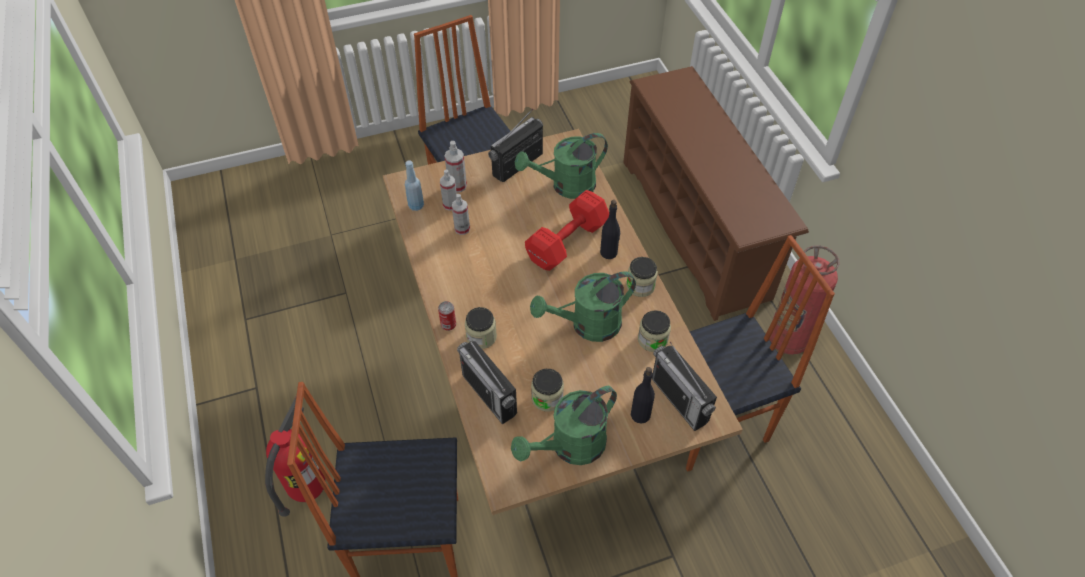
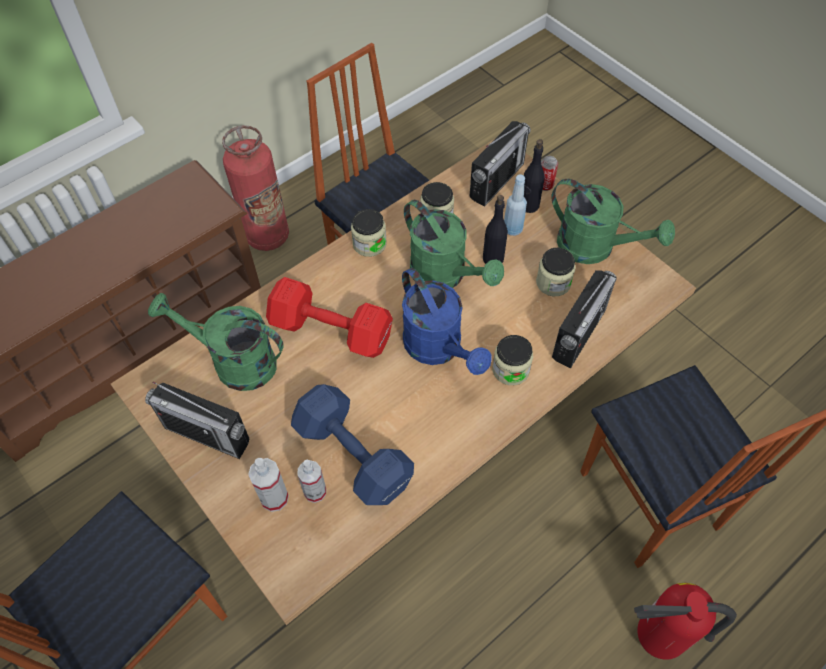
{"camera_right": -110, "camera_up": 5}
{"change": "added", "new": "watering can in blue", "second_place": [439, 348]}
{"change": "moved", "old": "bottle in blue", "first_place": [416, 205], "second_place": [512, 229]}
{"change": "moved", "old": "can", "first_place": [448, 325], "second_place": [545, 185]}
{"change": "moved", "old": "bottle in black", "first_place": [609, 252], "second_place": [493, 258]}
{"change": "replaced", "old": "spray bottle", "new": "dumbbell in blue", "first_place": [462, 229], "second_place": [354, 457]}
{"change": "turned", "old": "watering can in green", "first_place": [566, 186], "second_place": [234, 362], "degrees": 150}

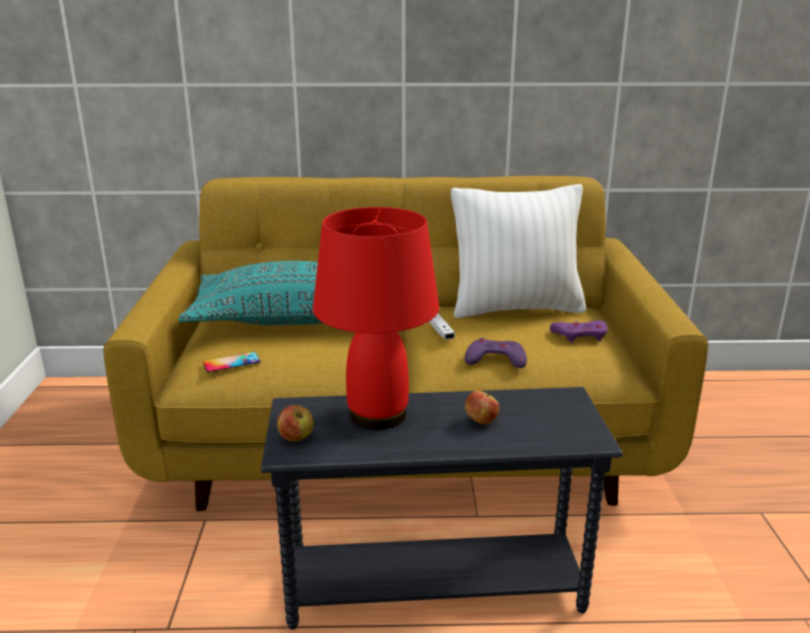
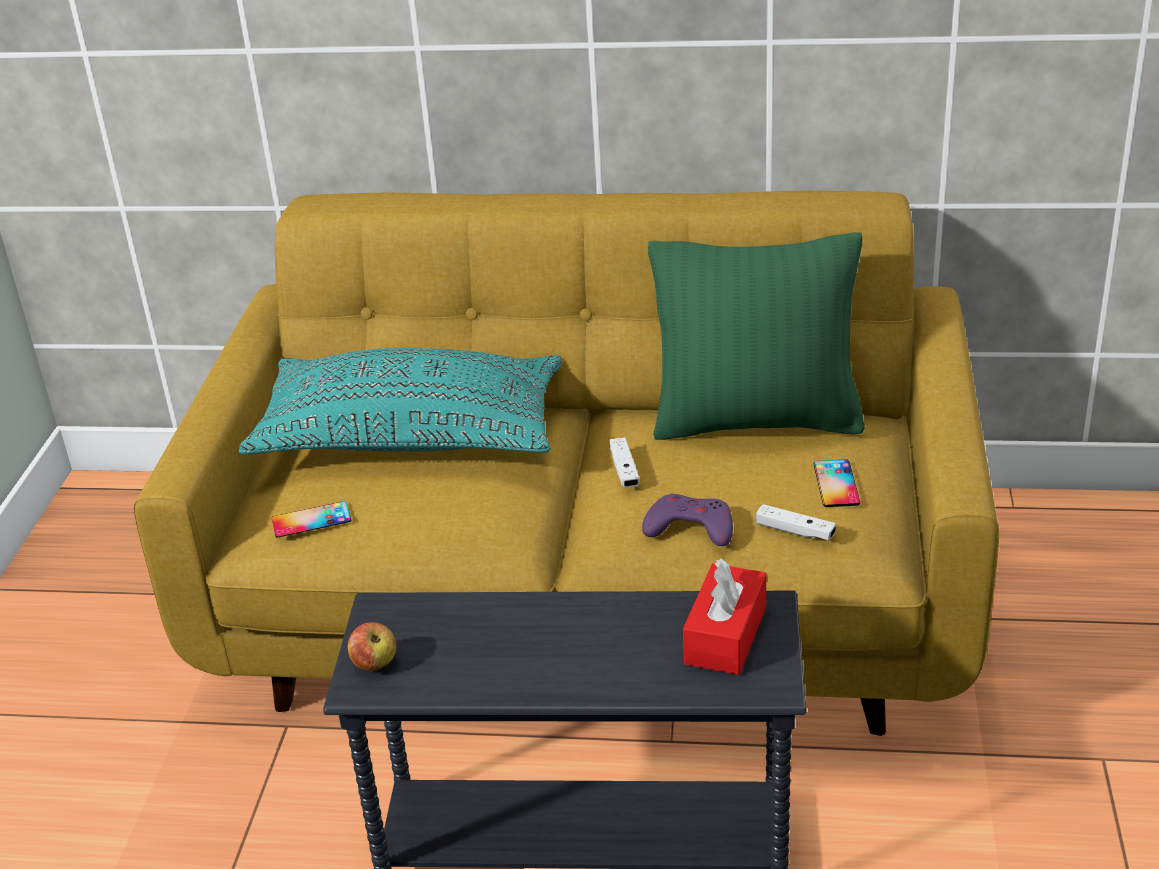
{"camera_right": 10, "camera_up": 10}
{"change": "removed", "old": "table lamp in red", "first_place": [379, 414]}
{"change": "removed", "old": "apple", "first_place": [481, 421]}
{"change": "added", "new": "tissue box in red", "second_place": [725, 635]}
{"change": "added", "new": "game controller in white", "second_place": [795, 531]}
{"change": "replaced", "old": "game controller in purple", "new": "phone", "first_place": [580, 335], "second_place": [836, 484]}
{"change": "recoloured", "old": "pillow in white", "new": "pillow in green", "first_place": [516, 308], "second_place": [756, 421]}

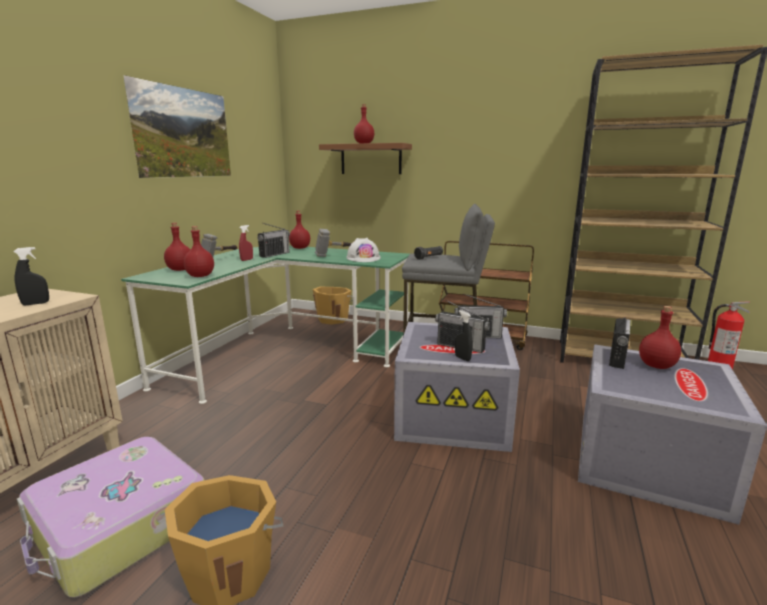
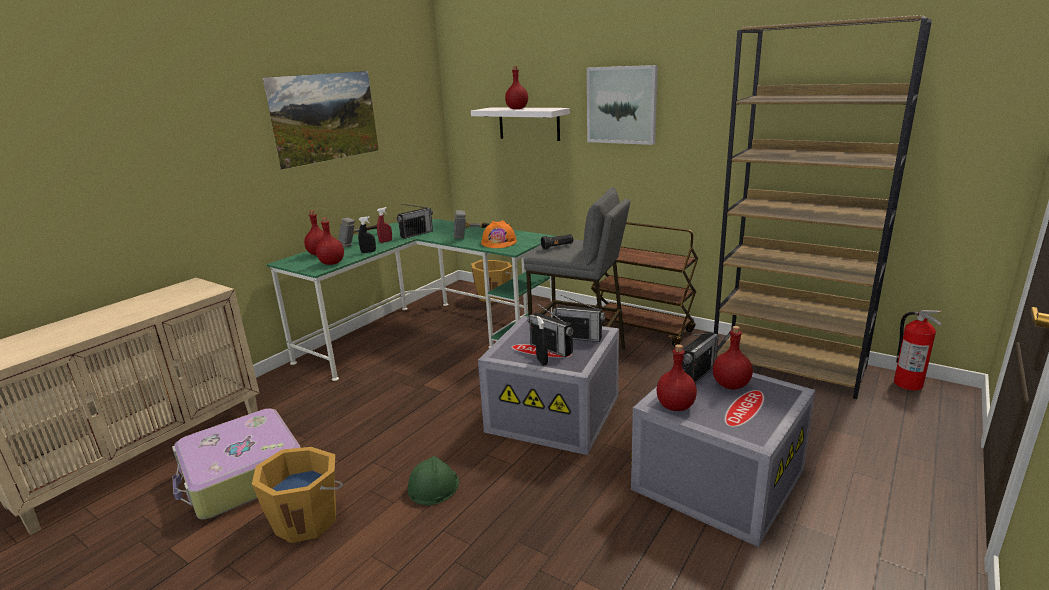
{"camera_right": 15, "camera_up": 5}
{"change": "added", "new": "hard hat in green", "second_place": [433, 486]}
{"change": "added", "new": "picture", "second_place": [621, 105]}
{"change": "moved", "old": "spray bottle in black", "first_place": [36, 303], "second_place": [368, 252]}
{"change": "moved", "old": "bottle in red", "first_place": [300, 248], "second_place": [675, 406]}
{"change": "recoloured", "old": "shelf in brown", "new": "shelf in white", "first_place": [371, 159], "second_place": [529, 123]}
{"change": "recoloured", "old": "hard hat in white", "new": "hard hat in orange", "first_place": [363, 258], "second_place": [499, 242]}

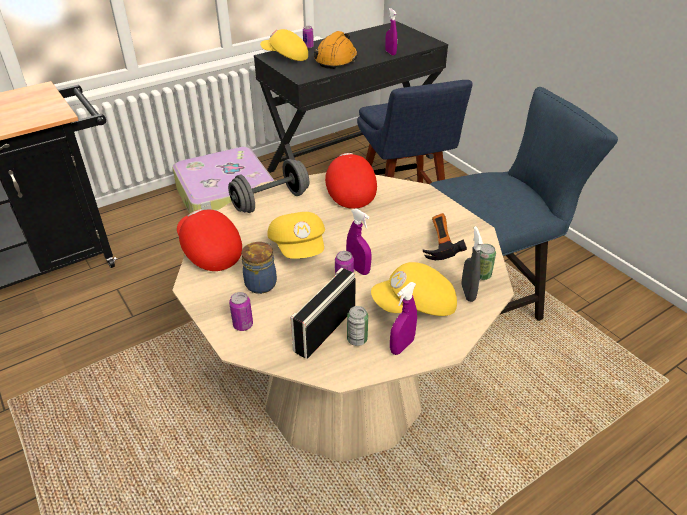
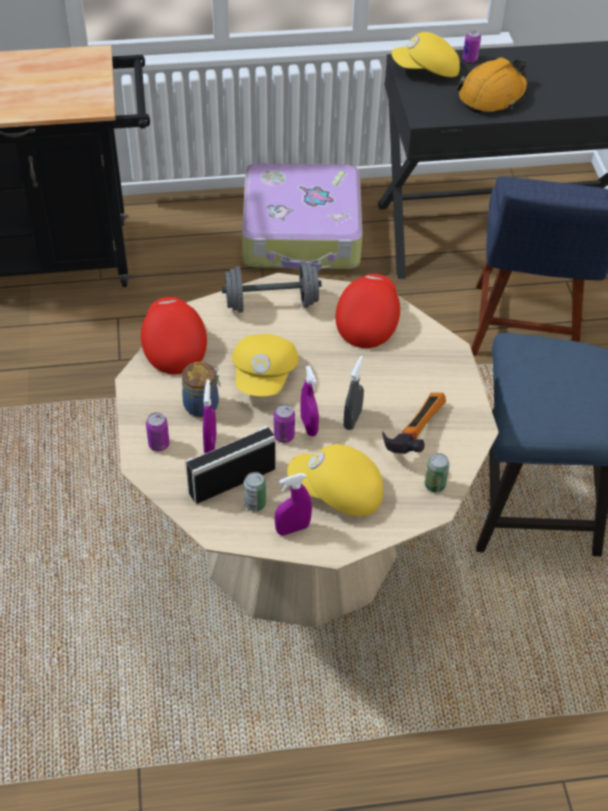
{"camera_right": 25, "camera_up": 10}
{"change": "moved", "old": "spray bottle in purple", "first_place": [390, 53], "second_place": [210, 444]}
{"change": "moved", "old": "spray bottle in grey", "first_place": [468, 293], "second_place": [352, 419]}
{"change": "turned", "old": "cap in yellow", "first_place": [285, 57], "second_place": [426, 70], "degrees": -45}

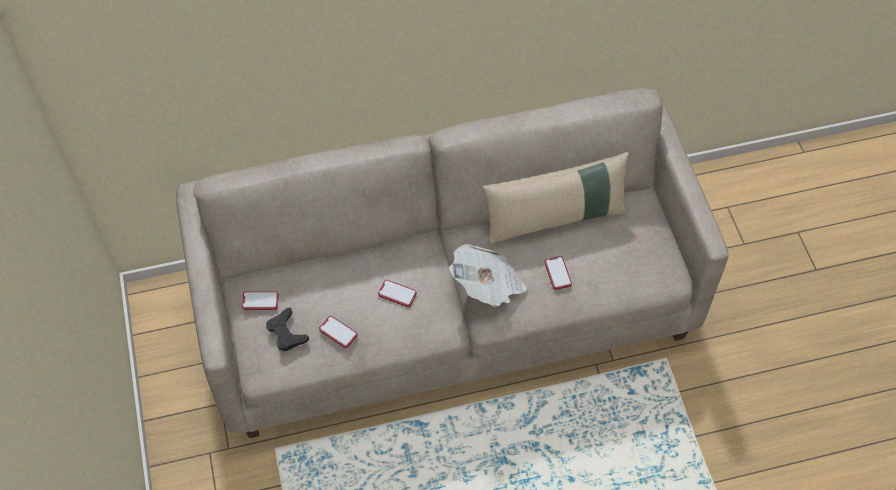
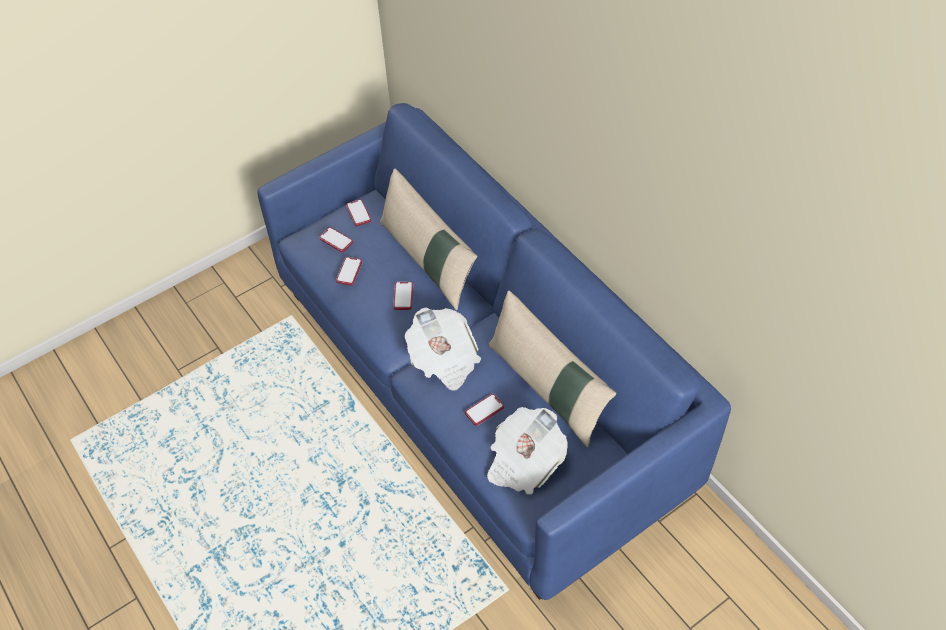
{"camera_right": 70, "camera_up": -5}
{"change": "added", "new": "pillow in beige", "second_place": [428, 260]}
{"change": "added", "new": "newspaper", "second_place": [524, 461]}
{"change": "replaced", "old": "game controller in black", "new": "phone", "first_place": [286, 333], "second_place": [336, 240]}
{"change": "recoloured", "old": "sofa in beige", "new": "sofa in blue", "first_place": [448, 307], "second_place": [477, 385]}

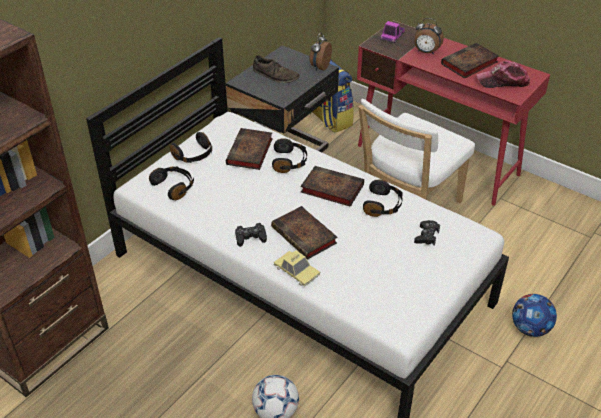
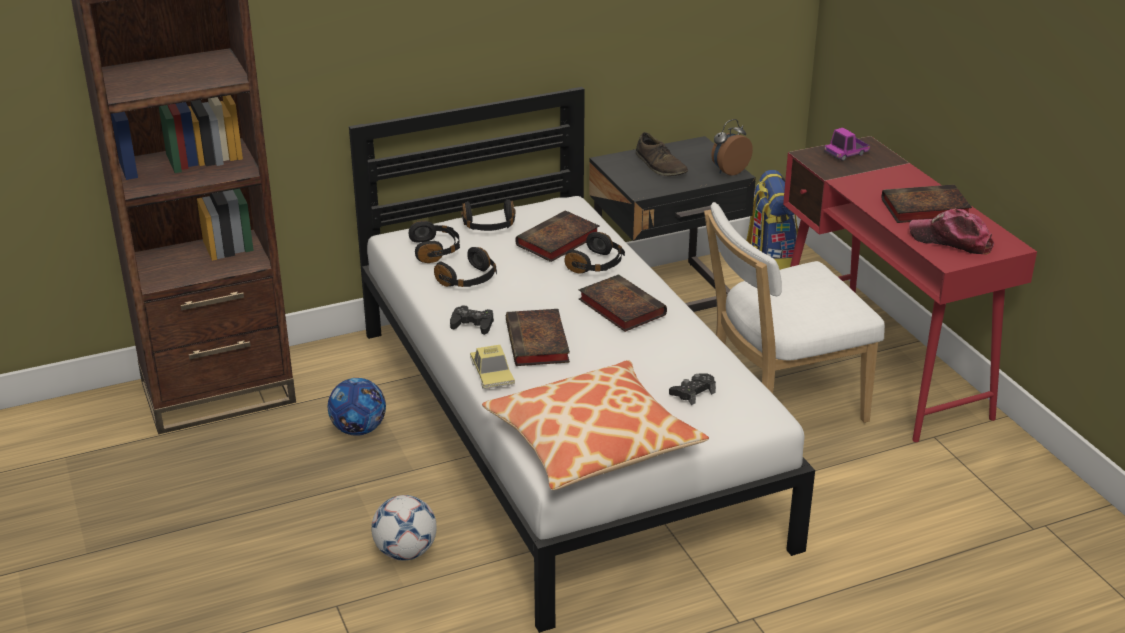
{"camera_right": 30, "camera_up": -10}
{"change": "removed", "old": "alarm clock", "first_place": [426, 52]}
{"change": "added", "new": "pillow", "second_place": [592, 442]}
{"change": "moved", "old": "headphones in black", "first_place": [383, 205], "second_place": [469, 280]}
{"change": "moved", "old": "football", "first_place": [530, 328], "second_place": [359, 429]}

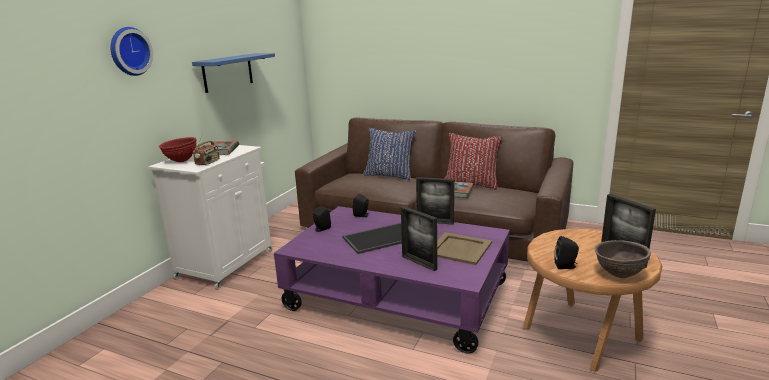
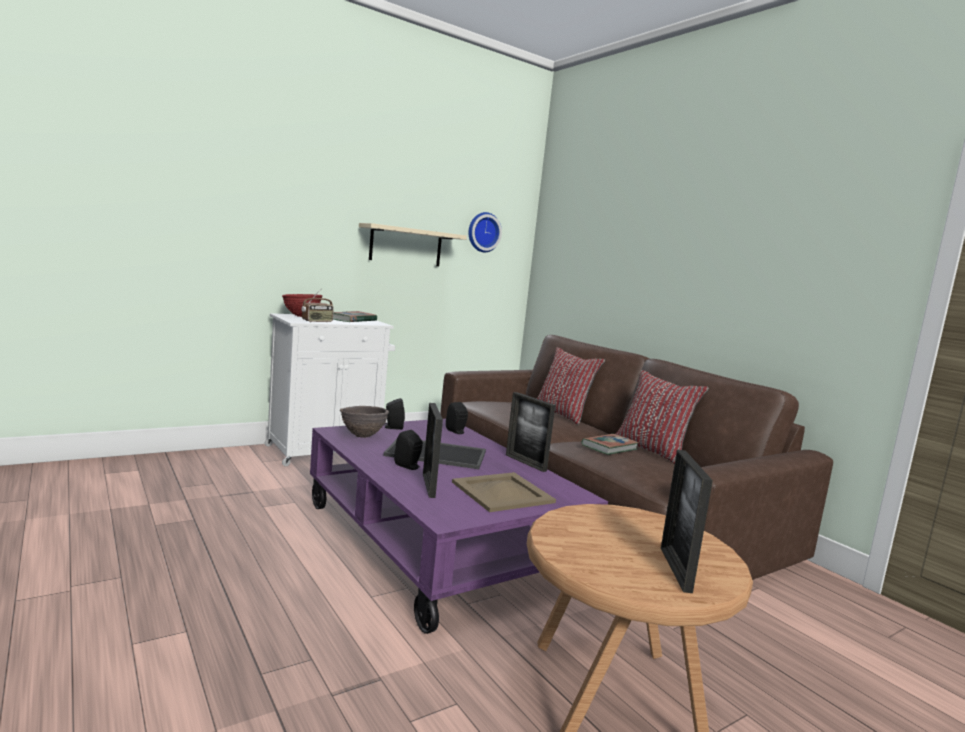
{"camera_right": 30, "camera_up": -10}
{"change": "moved", "old": "wall clock", "first_place": [129, 51], "second_place": [483, 232]}
{"change": "moved", "old": "speaker in black", "first_place": [566, 266], "second_place": [408, 466]}
{"change": "moved", "old": "bowl in brown", "first_place": [619, 275], "second_place": [363, 436]}
{"change": "recoloured", "old": "shelf in blue", "new": "shelf in beige", "first_place": [228, 72], "second_place": [406, 246]}
{"change": "recoloured", "old": "pillow in blue", "new": "pillow in red", "first_place": [389, 175], "second_place": [563, 414]}

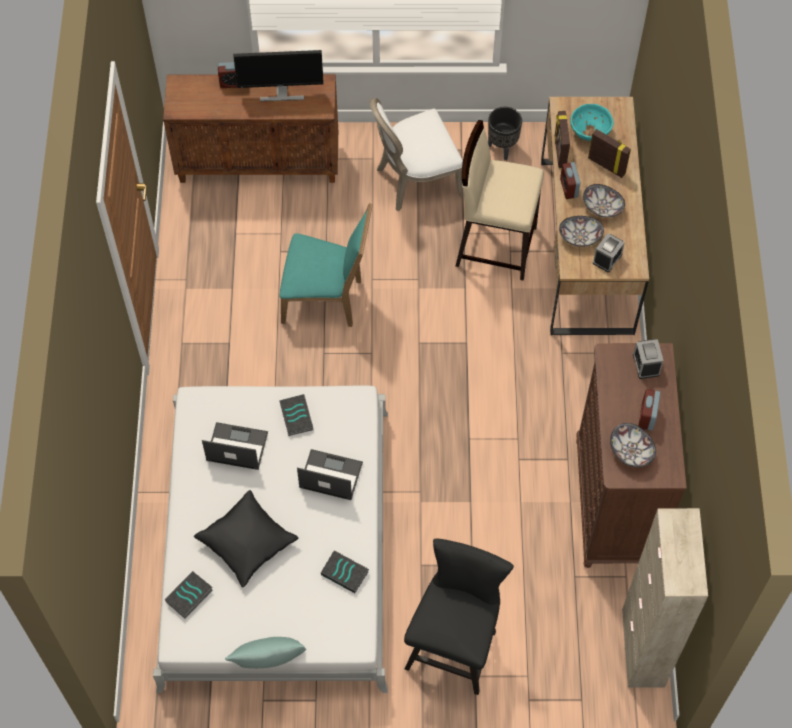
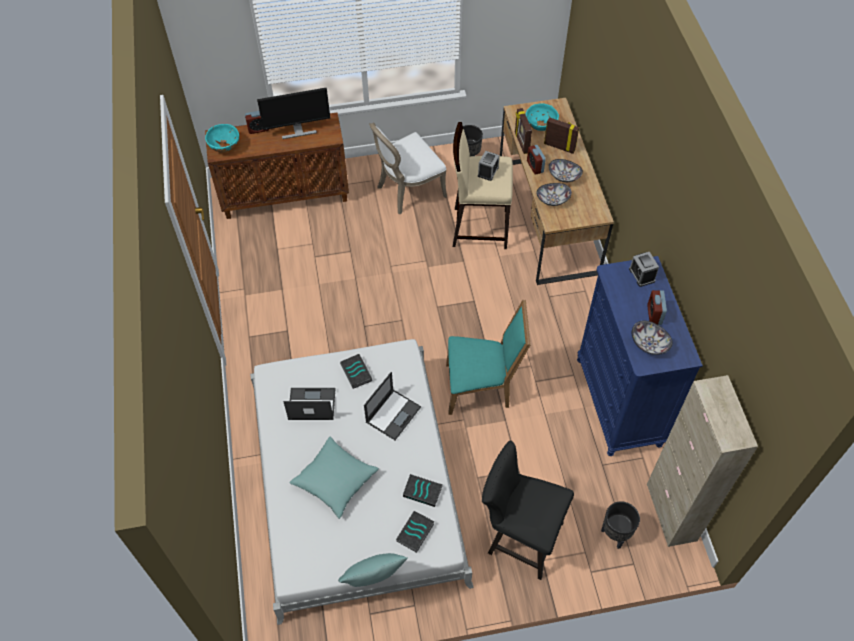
{"camera_right": -10, "camera_up": -5}
{"change": "added", "new": "bowl in turquoise", "second_place": [225, 147]}
{"change": "added", "new": "planter in black", "second_place": [615, 535]}
{"change": "moved", "old": "book", "first_place": [189, 597], "second_place": [415, 533]}
{"change": "moved", "old": "chair in turquoise", "first_place": [327, 299], "second_place": [481, 387]}
{"change": "moved", "old": "alarm clock", "first_place": [607, 258], "second_place": [488, 171]}
{"change": "recoloured", "old": "pillow in black", "new": "pillow in turquoise", "first_place": [247, 542], "second_place": [335, 481]}
{"change": "recoloured", "old": "dresser in brown", "new": "dresser in blue", "first_place": [614, 503], "second_place": [618, 402]}
{"change": "turned", "old": "laptop", "first_place": [330, 475], "second_place": [393, 414], "degrees": 120}
{"change": "turned", "old": "chair in black", "first_place": [454, 644], "second_place": [519, 537], "degrees": -75}

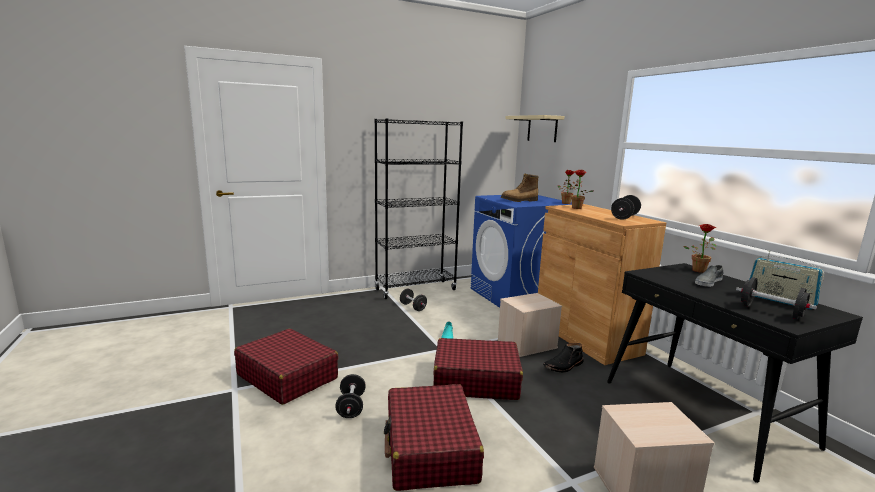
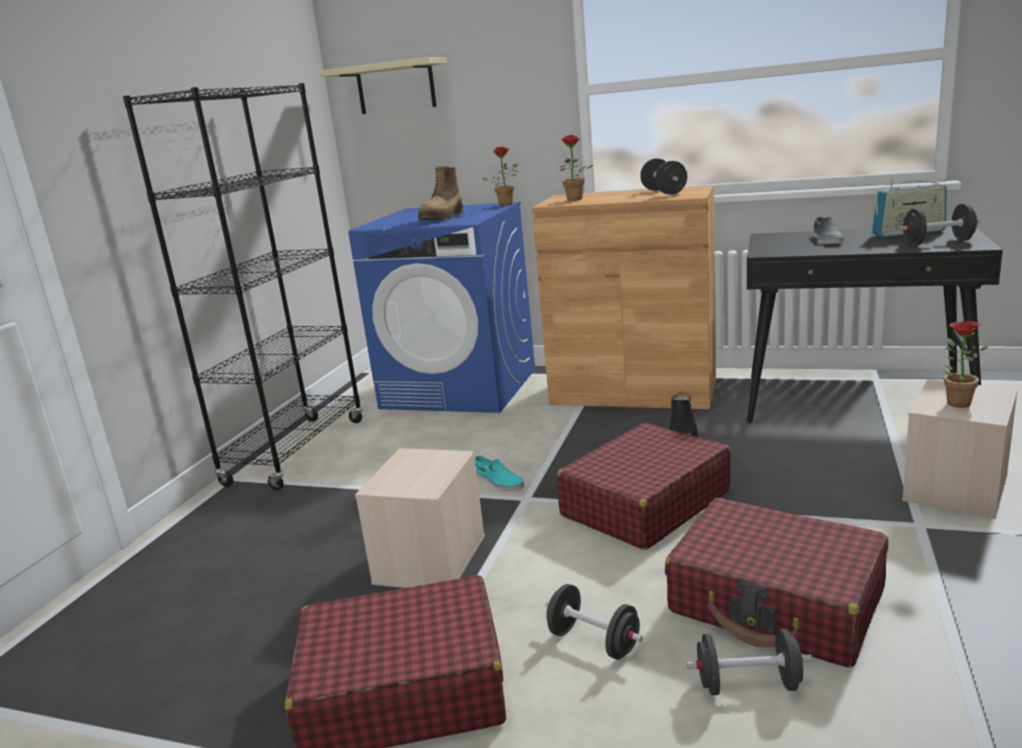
{"camera_right": -45, "camera_up": 5}
{"change": "moved", "old": "dumbbell in black", "first_place": [413, 307], "second_place": [748, 685]}
{"change": "moved", "old": "storage box in beige", "first_place": [526, 344], "second_place": [431, 560]}
{"change": "moved", "old": "potted plant", "first_place": [699, 270], "second_place": [954, 402]}

